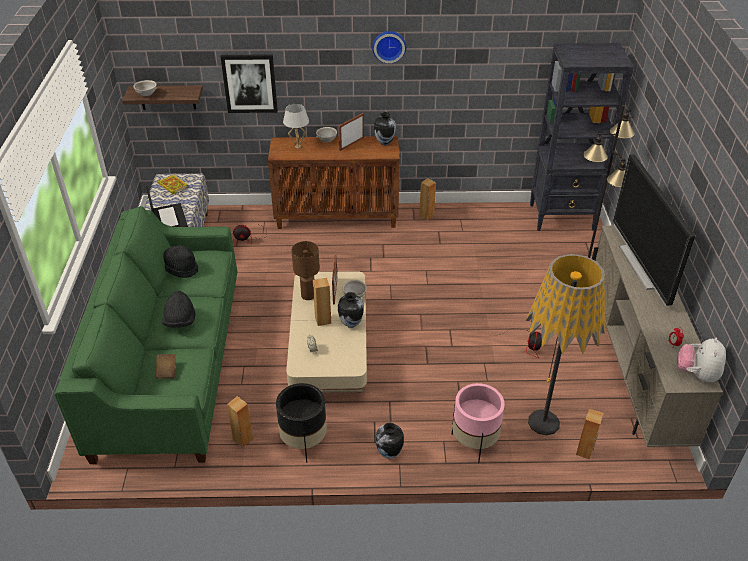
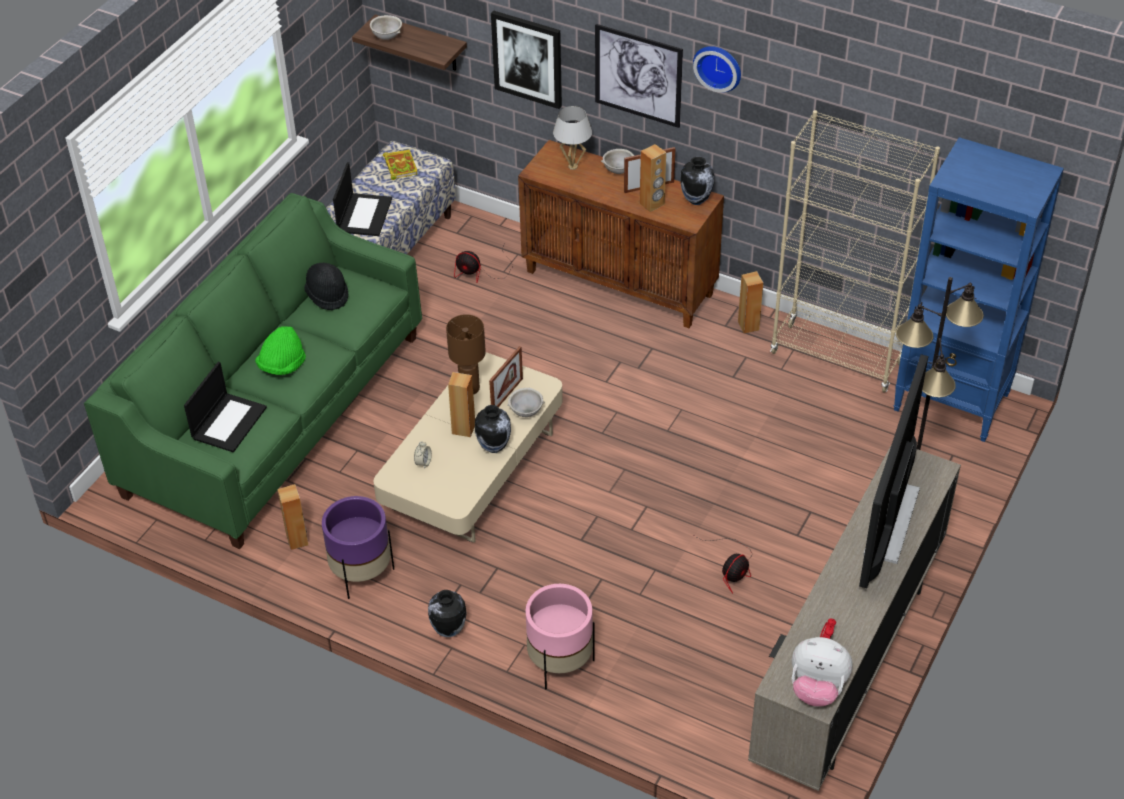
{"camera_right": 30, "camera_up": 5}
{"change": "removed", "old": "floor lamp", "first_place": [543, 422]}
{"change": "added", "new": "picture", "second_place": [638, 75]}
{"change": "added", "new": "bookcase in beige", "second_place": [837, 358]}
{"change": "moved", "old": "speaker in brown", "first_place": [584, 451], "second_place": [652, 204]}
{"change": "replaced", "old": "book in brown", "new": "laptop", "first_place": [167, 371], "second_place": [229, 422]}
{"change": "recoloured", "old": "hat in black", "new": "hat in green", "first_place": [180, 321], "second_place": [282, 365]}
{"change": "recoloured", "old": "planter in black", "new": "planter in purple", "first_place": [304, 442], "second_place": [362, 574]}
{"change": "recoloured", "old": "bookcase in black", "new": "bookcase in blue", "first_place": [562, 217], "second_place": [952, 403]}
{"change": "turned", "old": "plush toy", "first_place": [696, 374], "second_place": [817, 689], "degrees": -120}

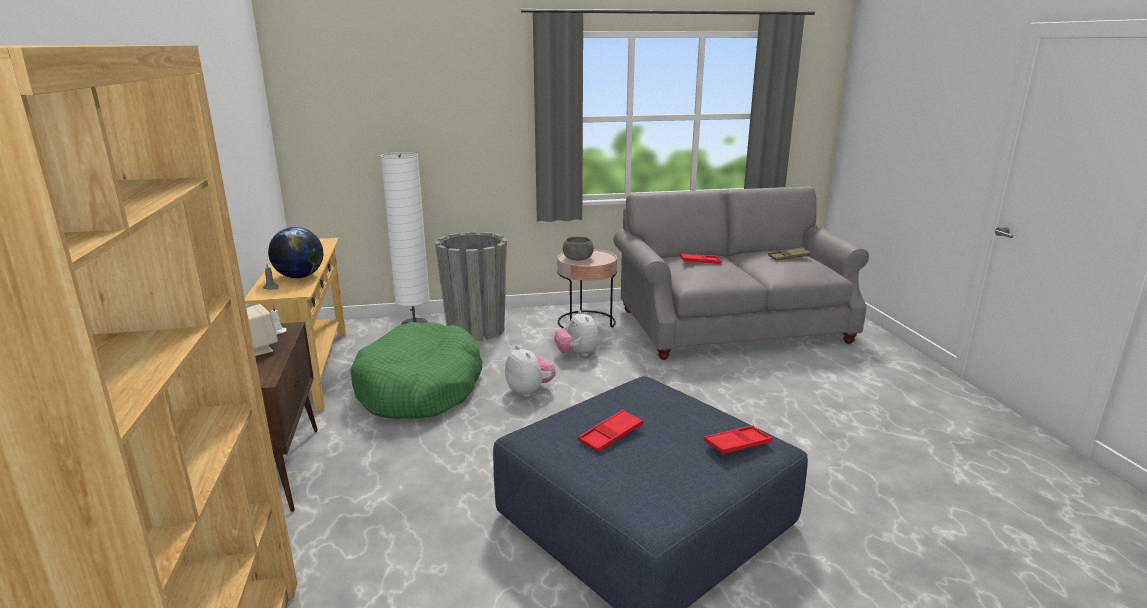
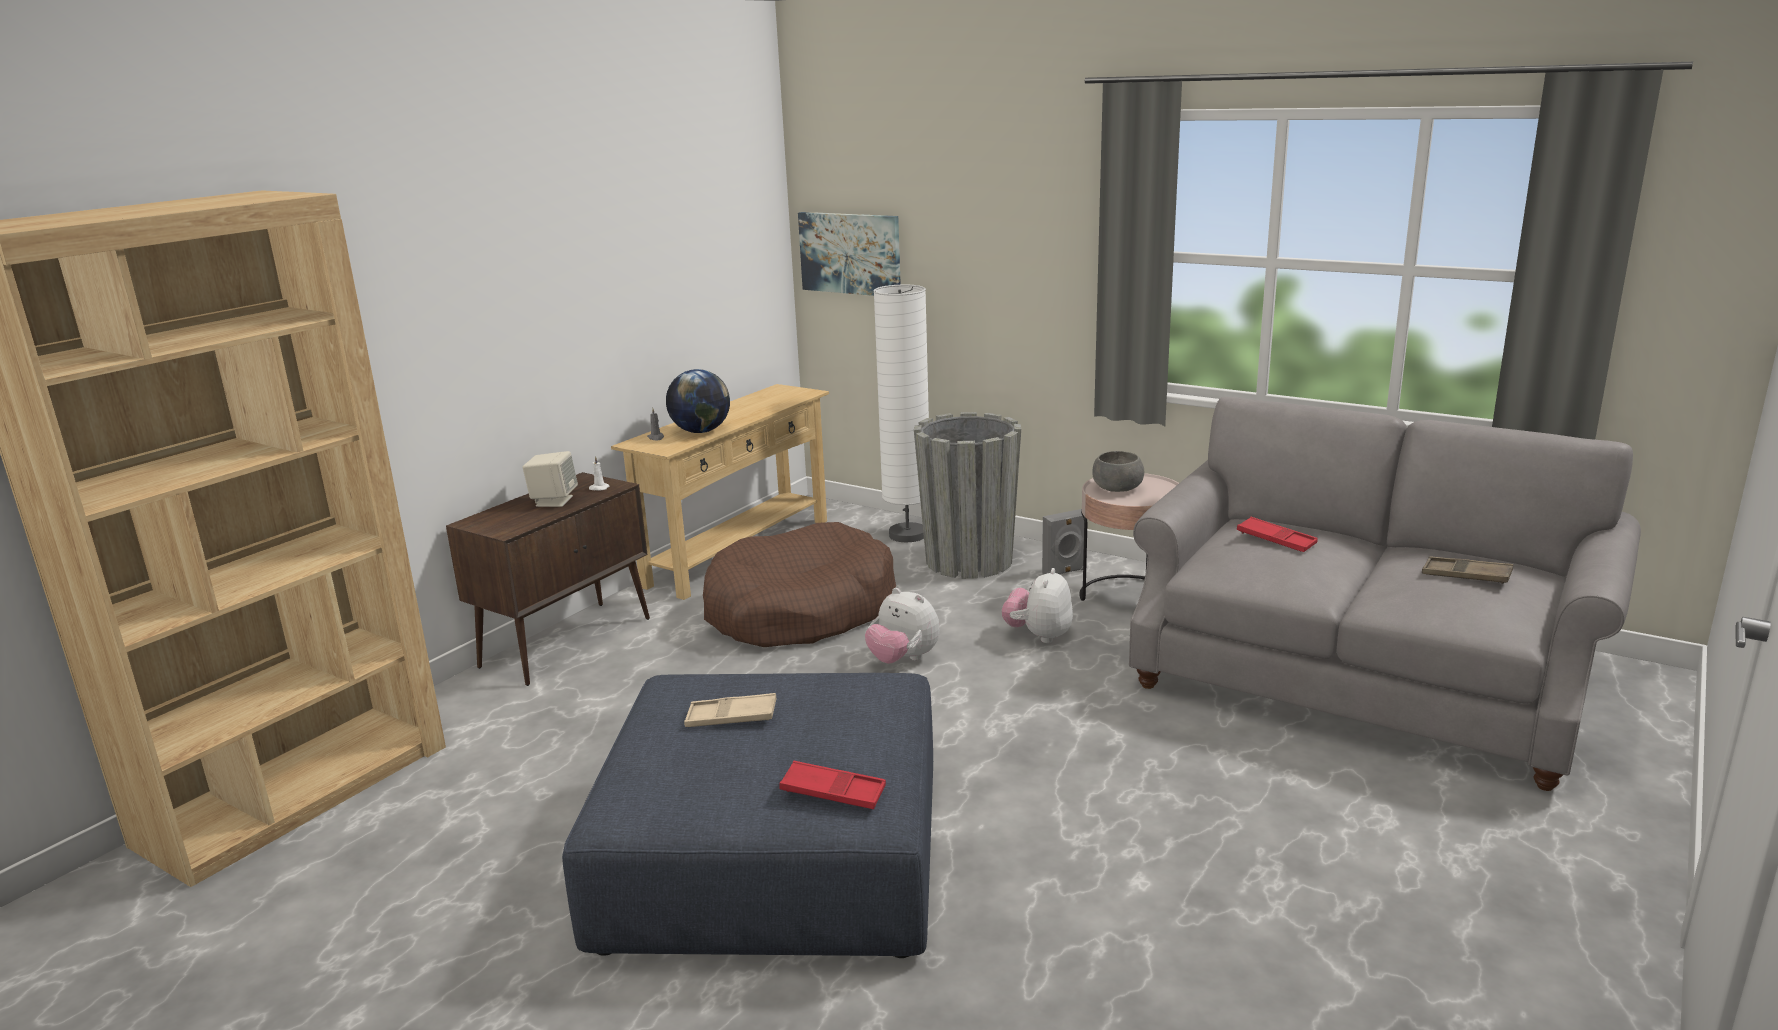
{"camera_right": 45, "camera_up": 0}
{"change": "added", "new": "picture", "second_place": [850, 253]}
{"change": "added", "new": "speaker in grey", "second_place": [1064, 572]}
{"change": "recoloured", "old": "dog bed in green", "new": "dog bed in brown", "first_place": [420, 388], "second_place": [800, 610]}
{"change": "recoloured", "old": "tray in red", "new": "tray in beige", "first_place": [610, 435], "second_place": [731, 717]}
{"change": "turned", "old": "plush toy", "first_place": [530, 391], "second_place": [903, 660], "degrees": 120}

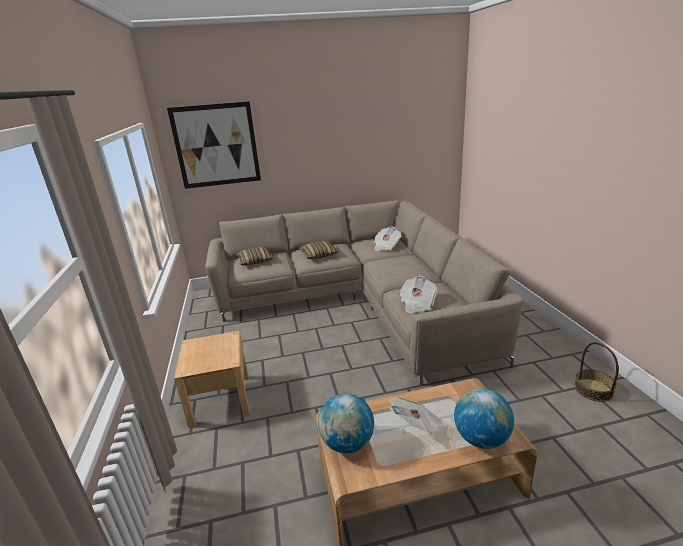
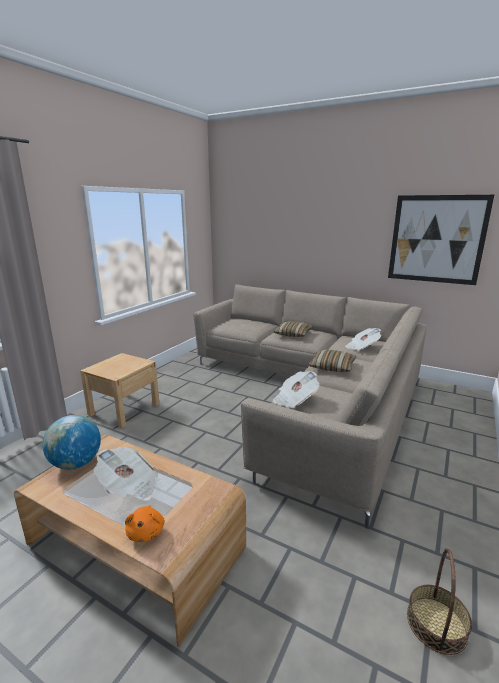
{"camera_right": 40, "camera_up": -5}
{"change": "moved", "old": "picture", "first_place": [216, 145], "second_place": [436, 239]}
{"change": "moved", "old": "pillow", "first_place": [255, 261], "second_place": [332, 367]}
{"change": "replaced", "old": "globe", "new": "plush toy in orange", "first_place": [481, 438], "second_place": [146, 532]}

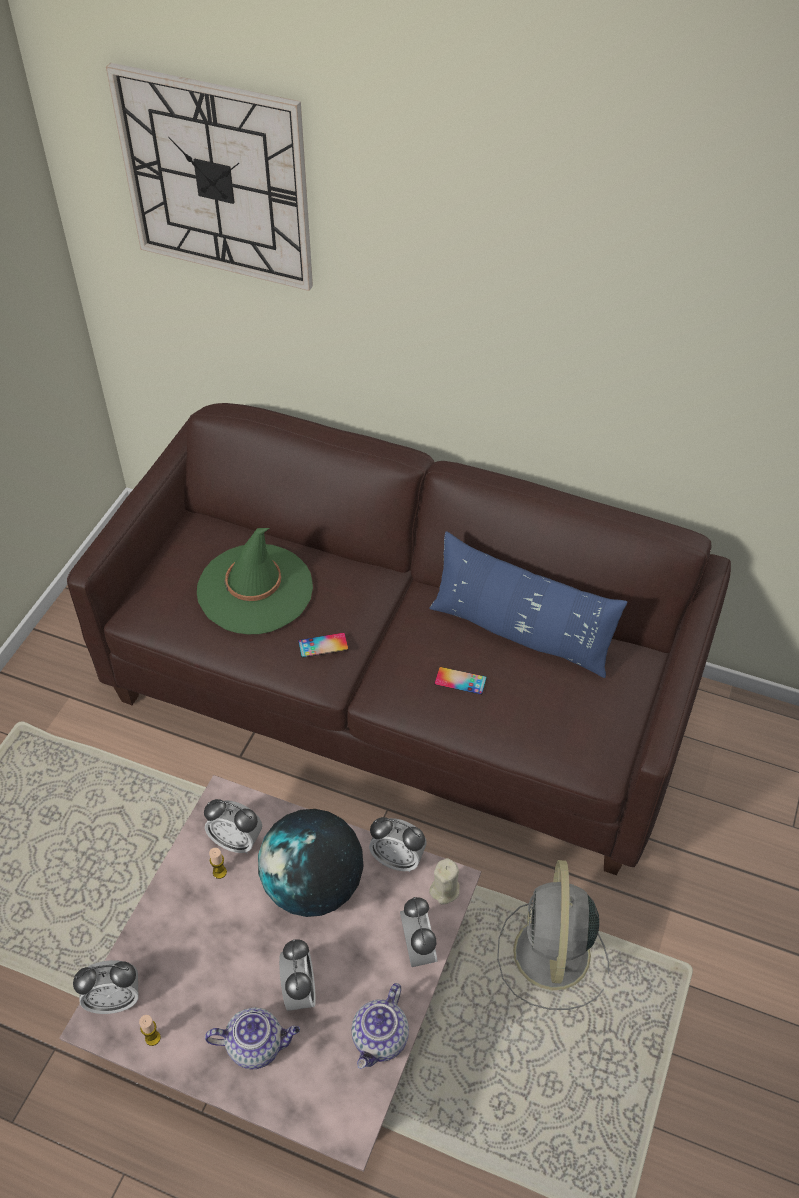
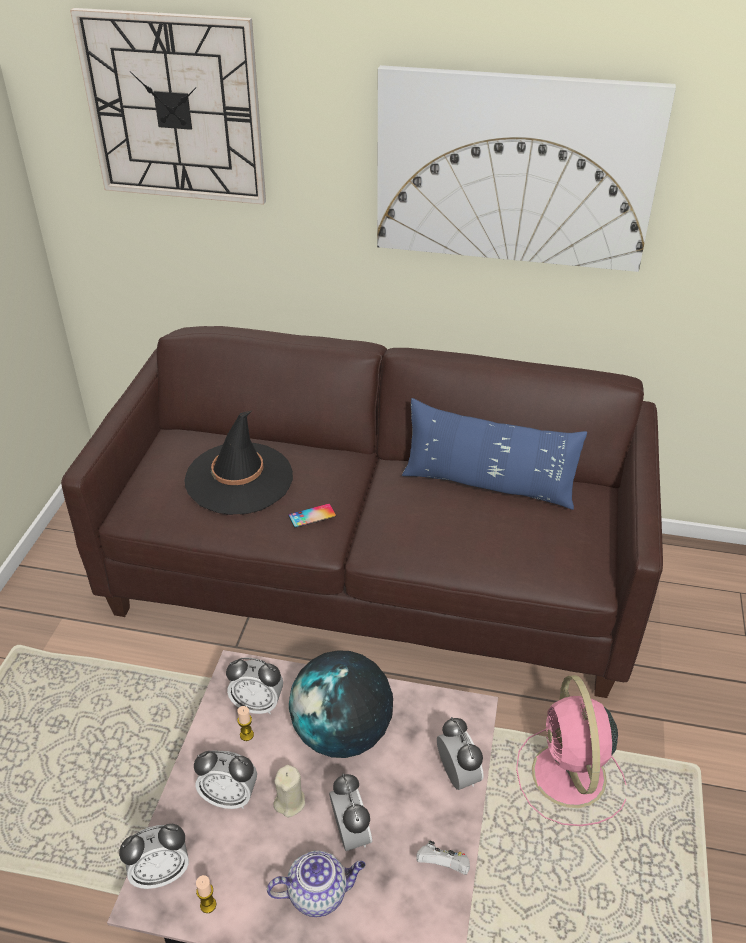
{"camera_right": -10, "camera_up": -10}
{"change": "removed", "old": "phone", "first_place": [460, 681]}
{"change": "added", "new": "picture", "second_place": [514, 170]}
{"change": "moved", "old": "alarm clock", "first_place": [397, 859], "second_place": [229, 797]}
{"change": "moved", "old": "candle in beige", "first_place": [445, 890], "second_place": [290, 802]}
{"change": "replaced", "old": "teapot", "new": "game controller in white", "first_place": [381, 1039], "second_place": [443, 866]}
{"change": "recoloured", "old": "hat in green", "new": "hat in black", "first_place": [255, 589], "second_place": [239, 479]}
{"change": "recoloured", "old": "fan in grey", "new": "fan in pink", "first_place": [551, 956], "second_place": [569, 778]}

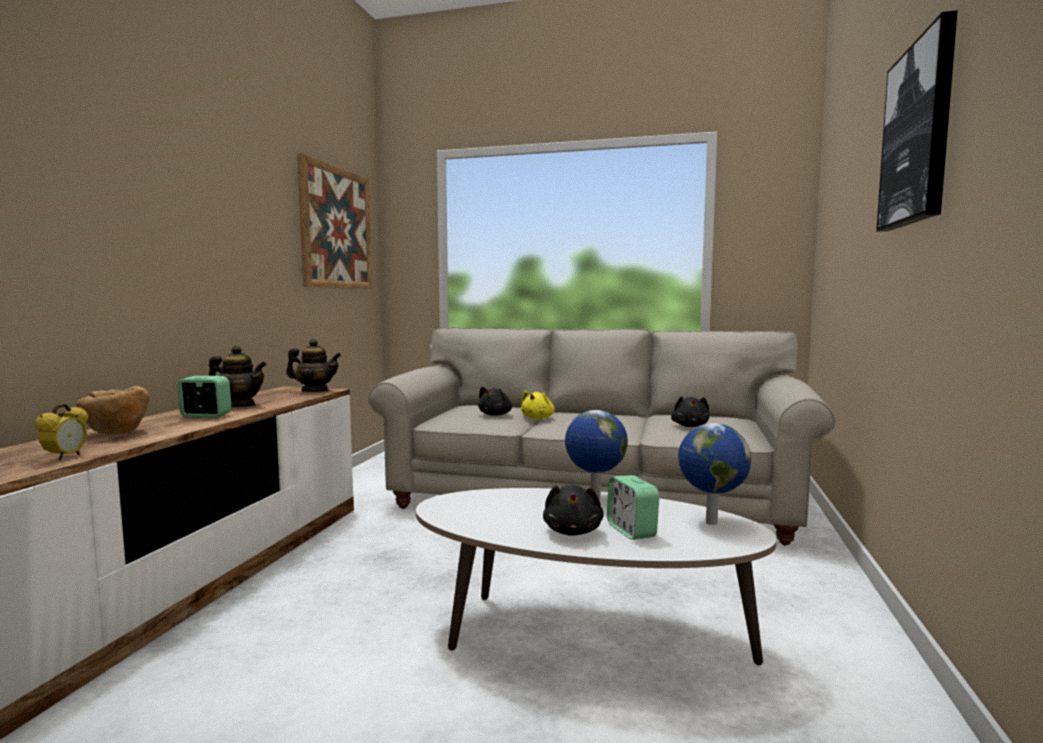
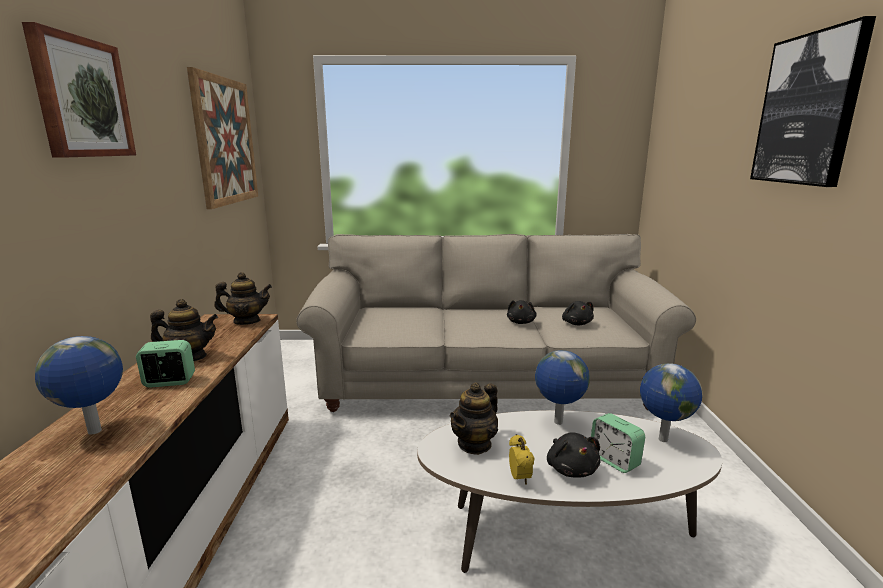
{"camera_right": -15, "camera_up": 10}
{"change": "removed", "old": "plush toy in yellow", "first_place": [538, 418]}
{"change": "added", "new": "picture", "second_place": [81, 98]}
{"change": "added", "new": "teapot", "second_place": [474, 444]}
{"change": "moved", "old": "alarm clock", "first_place": [65, 457], "second_place": [519, 478]}
{"change": "moved", "old": "plush toy in black", "first_place": [496, 415], "second_place": [521, 322]}
{"change": "replaced", "old": "bowl in brown", "new": "globe", "first_place": [116, 434], "second_place": [95, 432]}

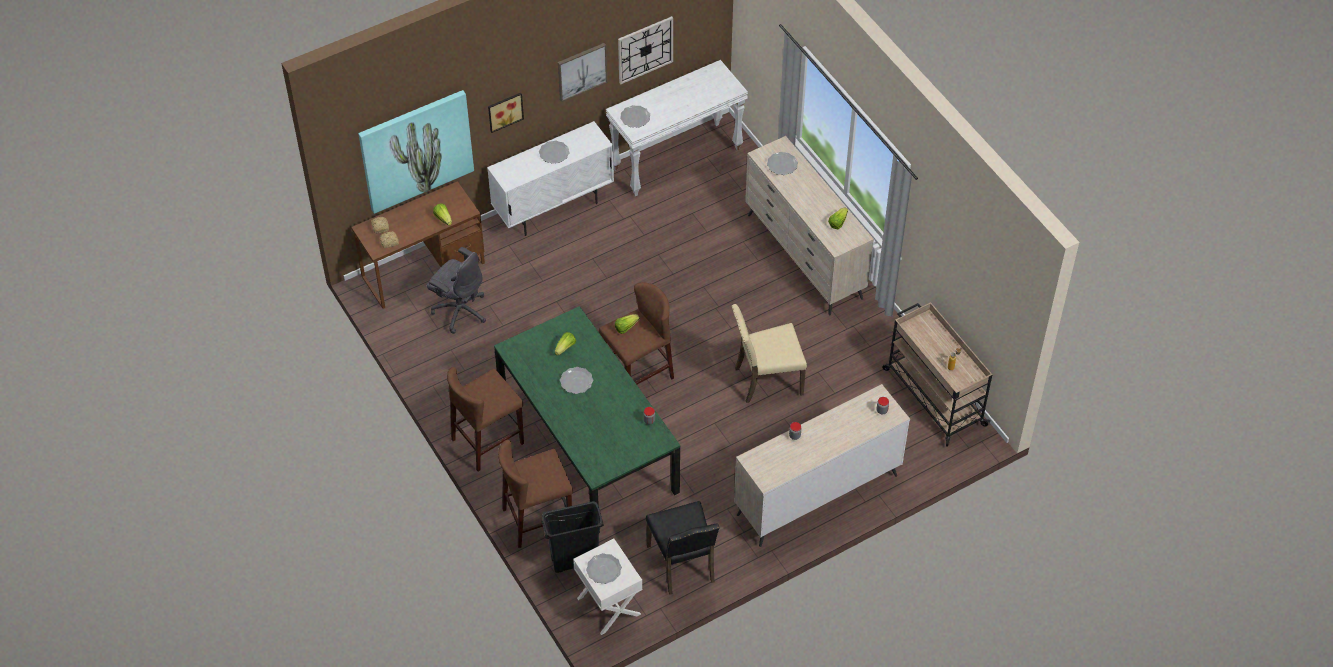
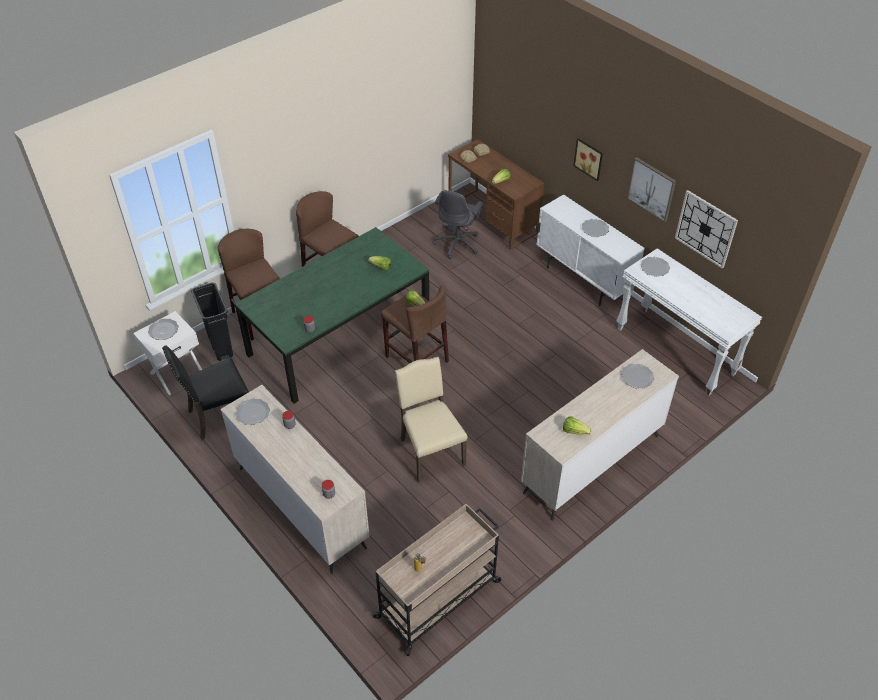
{"camera_right": 80, "camera_up": -5}
{"change": "removed", "old": "picture", "first_place": [416, 150]}
{"change": "moved", "old": "plate", "first_place": [576, 381], "second_place": [253, 412]}

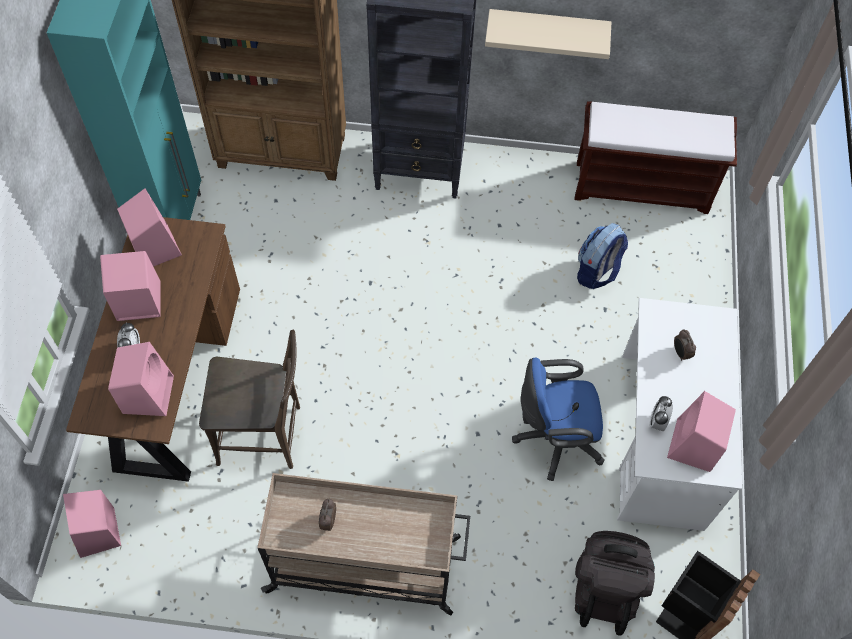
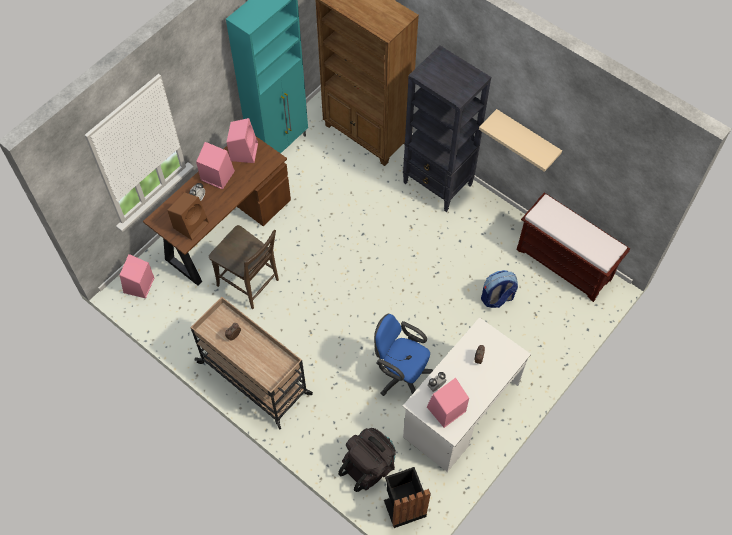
{"camera_right": 35, "camera_up": 0}
{"change": "recoloured", "old": "speaker in pink", "new": "speaker in brown", "first_place": [148, 393], "second_place": [191, 224]}

